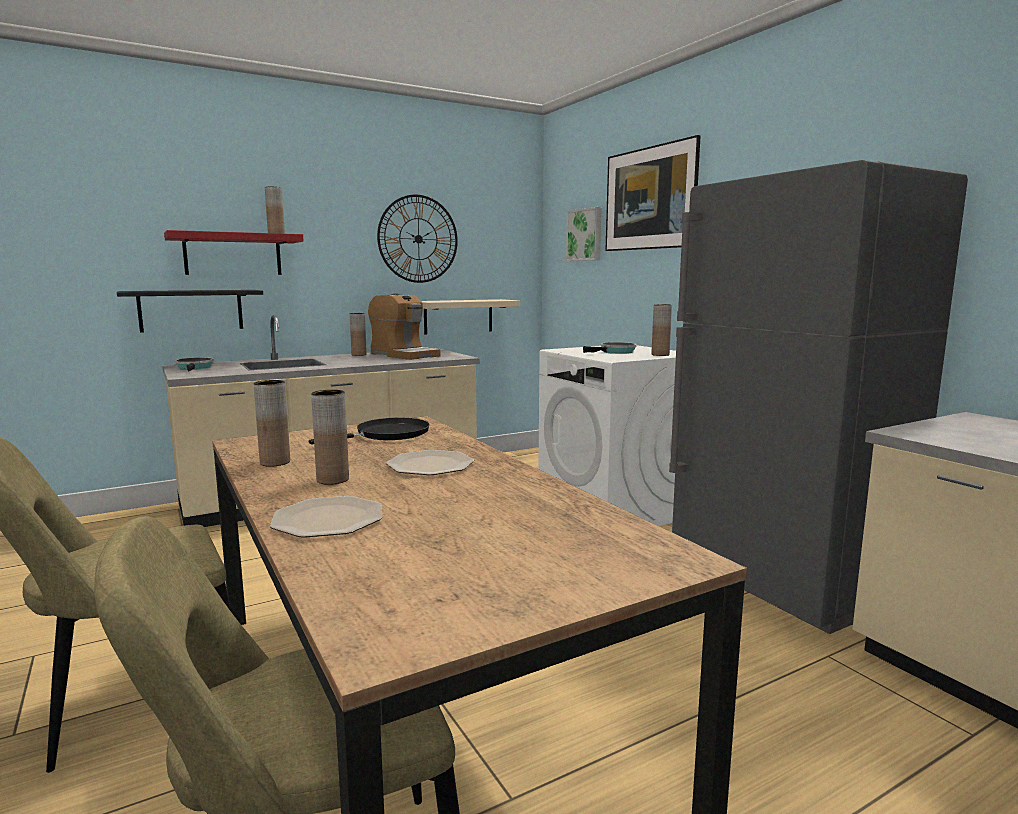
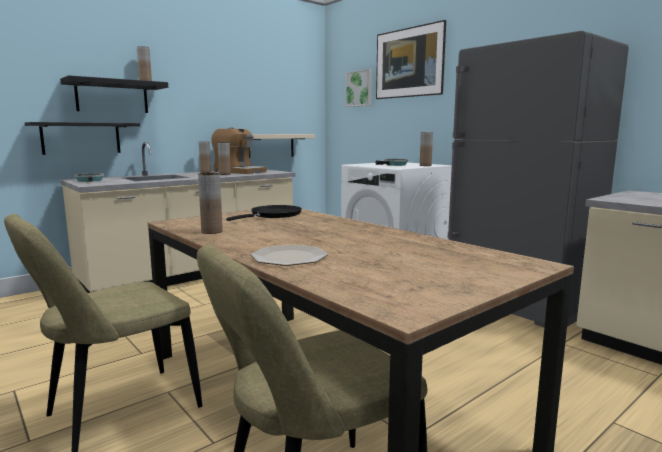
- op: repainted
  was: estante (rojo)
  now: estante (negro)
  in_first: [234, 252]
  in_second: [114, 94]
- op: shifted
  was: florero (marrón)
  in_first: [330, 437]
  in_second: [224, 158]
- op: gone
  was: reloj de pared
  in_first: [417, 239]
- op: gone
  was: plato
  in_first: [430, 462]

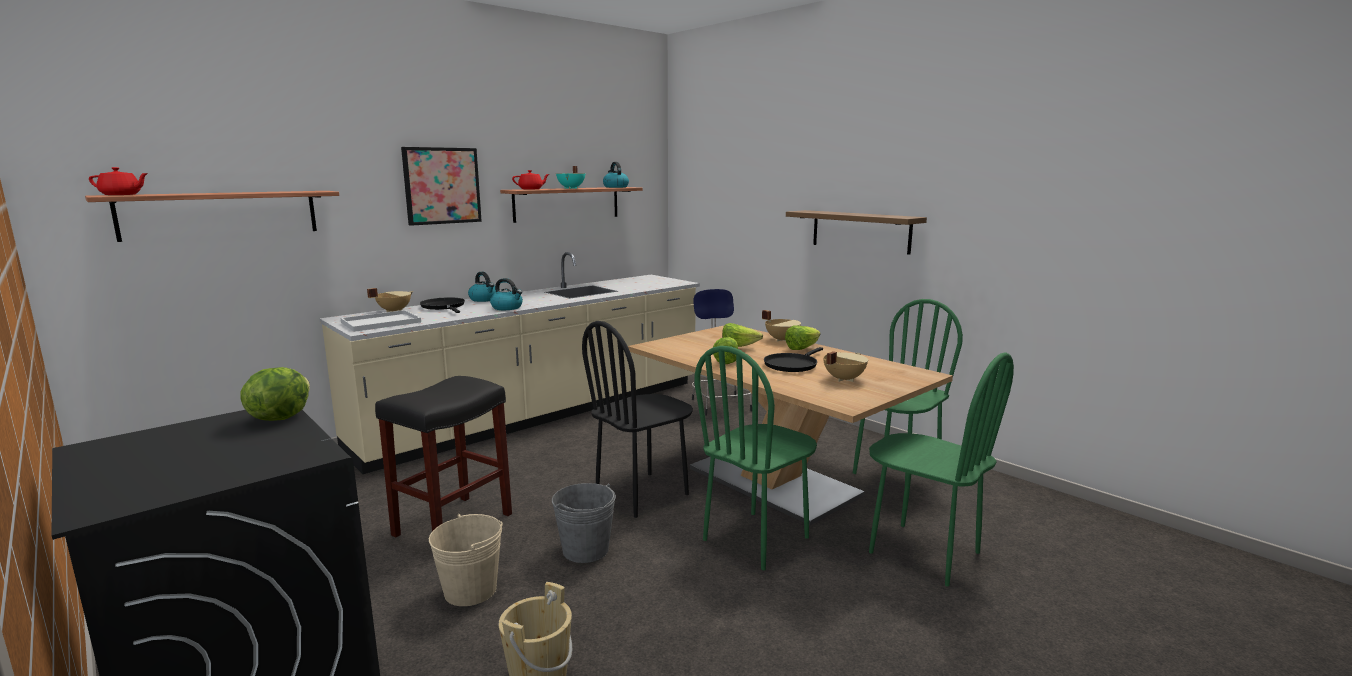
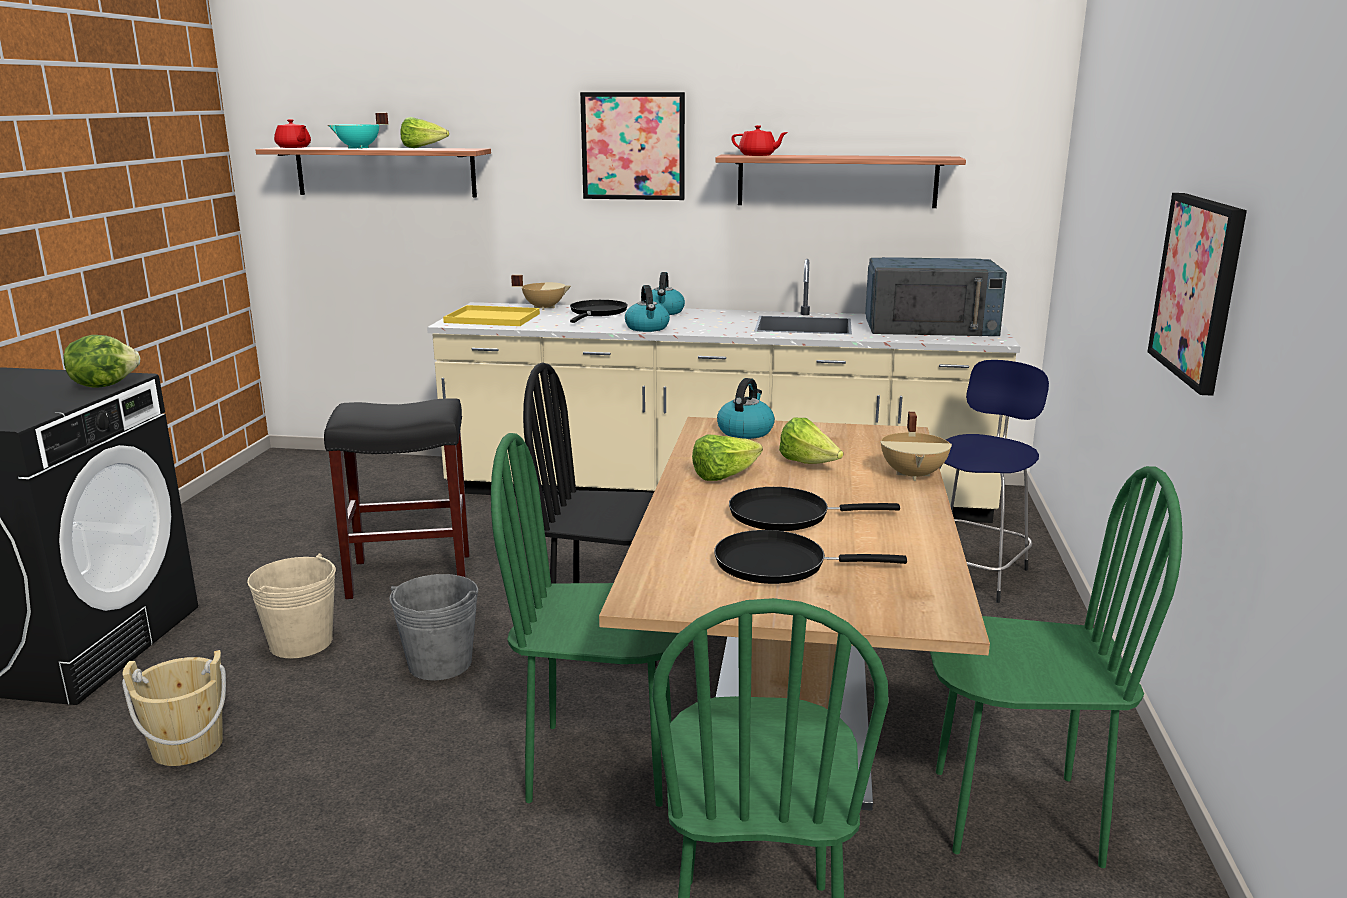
- op: repainted
  was: bandeja (blanco)
  now: bandeja (amarillo)
  in_first: [381, 321]
  in_second: [491, 315]
- op: shifted
  was: olla (turquesa)
  in_first: [570, 177]
  in_second: [358, 131]
- op: shifted
  was: hervidor
  in_first: [616, 175]
  in_second: [746, 408]
- op: shifted
  was: lechuga
  in_first: [803, 337]
  in_second: [425, 132]
- op: swapped
  was: estante
  now: cuadro
  in_first: [856, 232]
  in_second: [1197, 294]
- op: swapped
  was: olla (beis)
  now: sartén (negro)
  in_first: [845, 366]
  in_second: [810, 557]
- op: new
  now: microondas (azul)
  in_second: [936, 296]

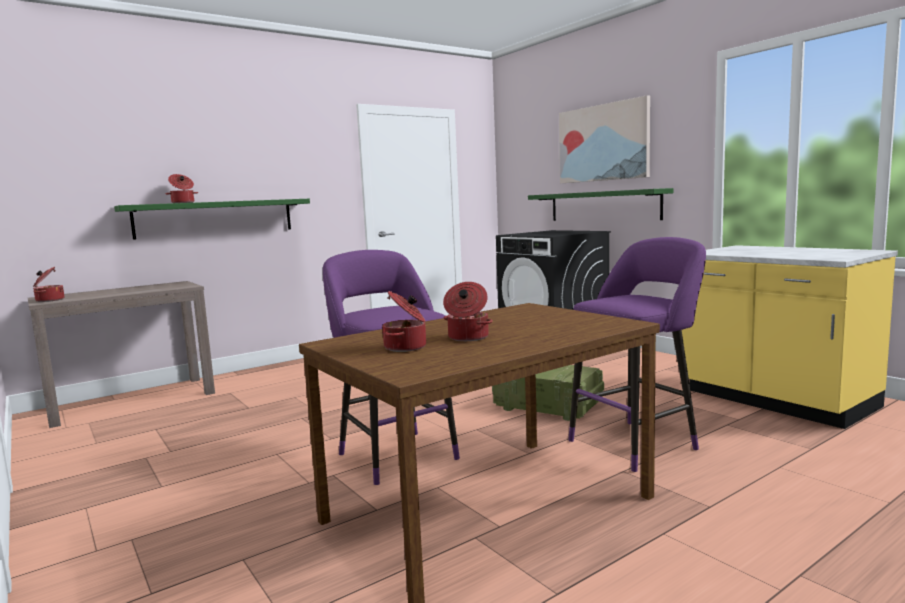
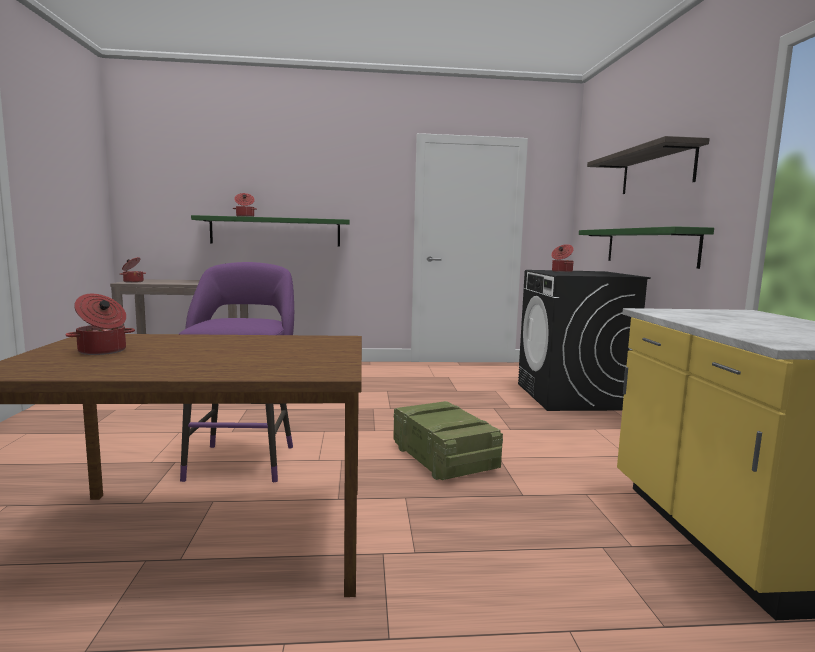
- op: shifted
  was: olla
  in_first: [468, 311]
  in_second: [562, 258]
- op: swapped
  was: cuadro
  now: estante
  in_first: [604, 139]
  in_second: [648, 165]
- op: gone
  was: taburete (morado)
  in_first: [637, 354]

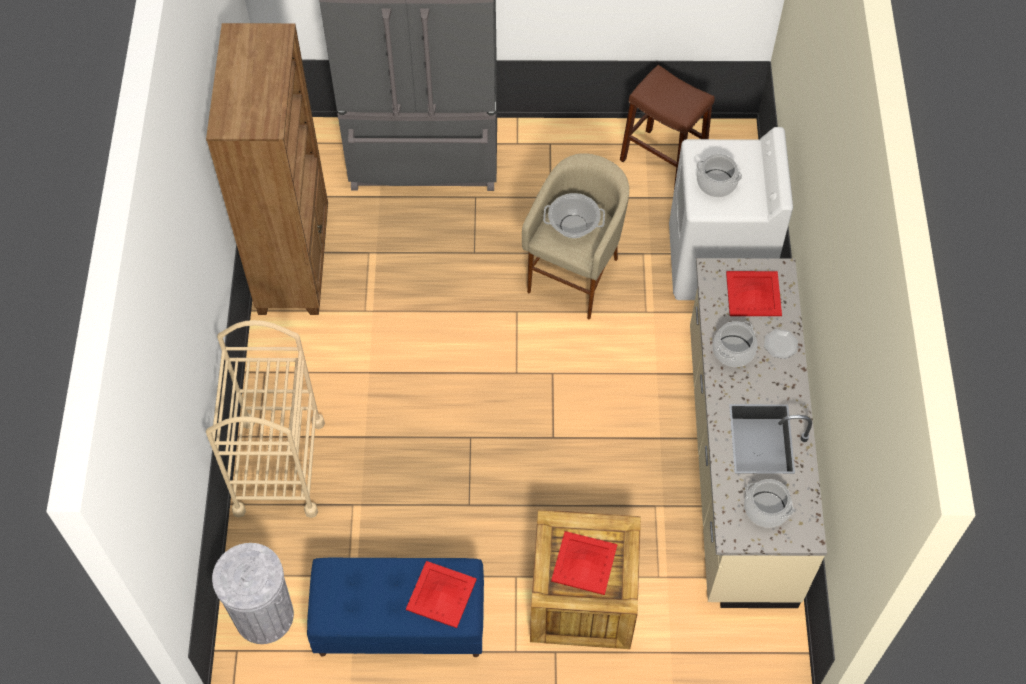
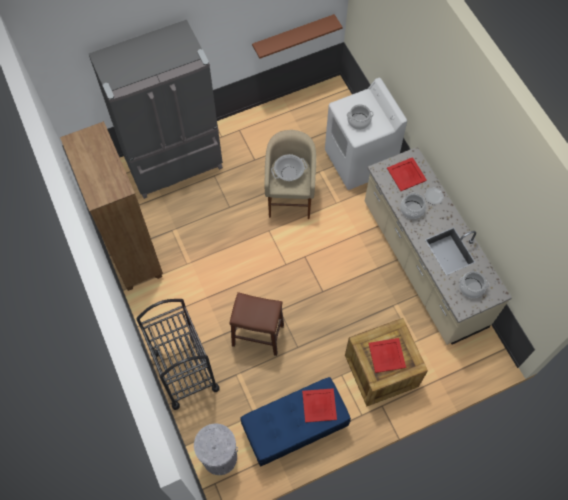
- op: repainted
  was: carrito (beis)
  now: carrito (negro)
  in_first: [265, 419]
  in_second: [178, 354]
- op: shifted
  was: taburete (marrón)
  in_first: [667, 126]
  in_second: [256, 324]
- op: new
  now: estante (marrón)
  in_second: [297, 36]

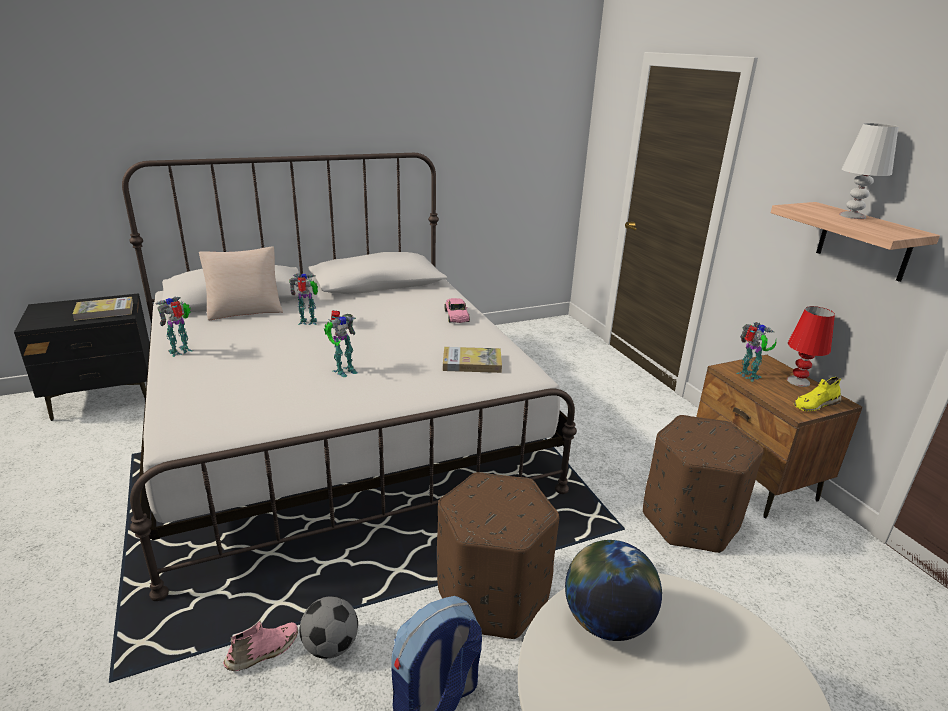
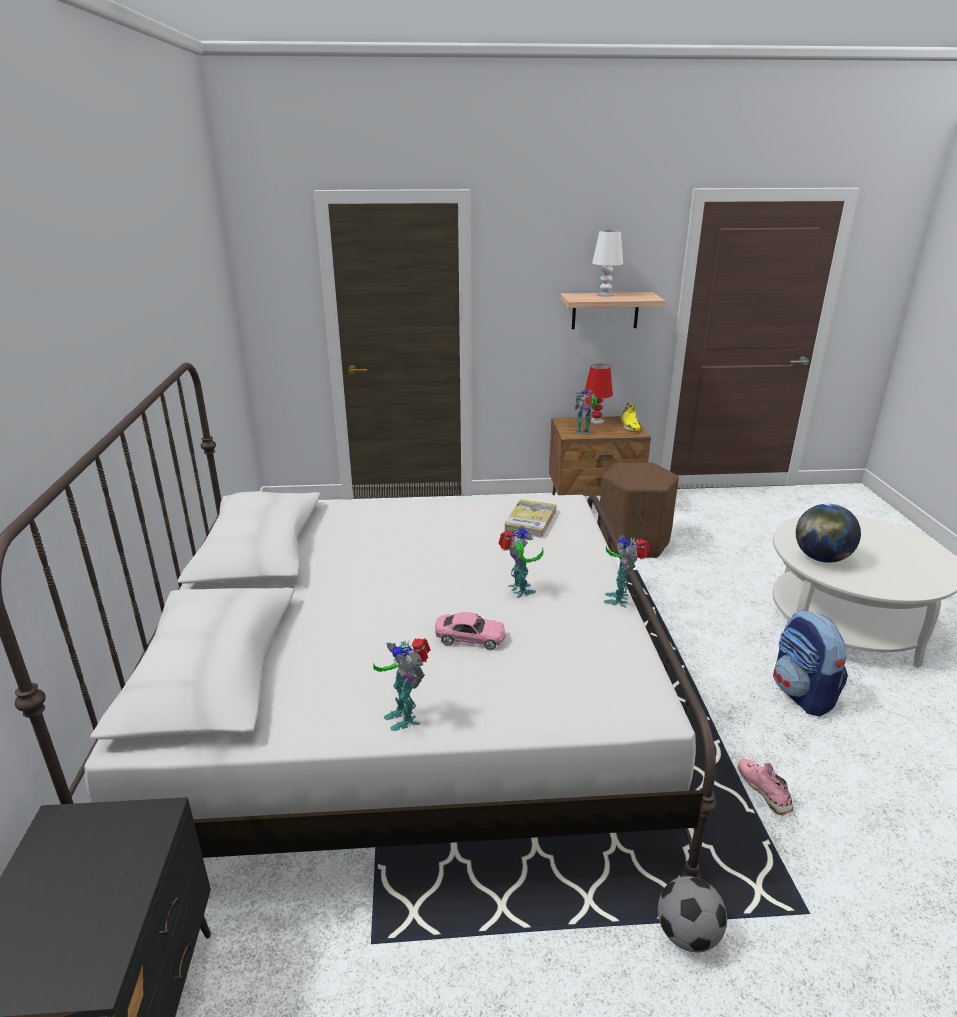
- op: gone
  was: libro
  in_first: [102, 309]
- op: gone
  was: cojín (beis)
  in_first: [241, 283]
- op: shifted
  was: robot de juguete
  in_first: [303, 299]
  in_second: [627, 571]
- op: shifted
  was: balón de fútbol
  in_first: [328, 627]
  in_second: [692, 914]
- op: gone
  was: puf (marrón)
  in_first: [498, 555]
- op: shifted
  was: coche de juguete (rosa)
  in_first: [457, 310]
  in_second: [470, 631]

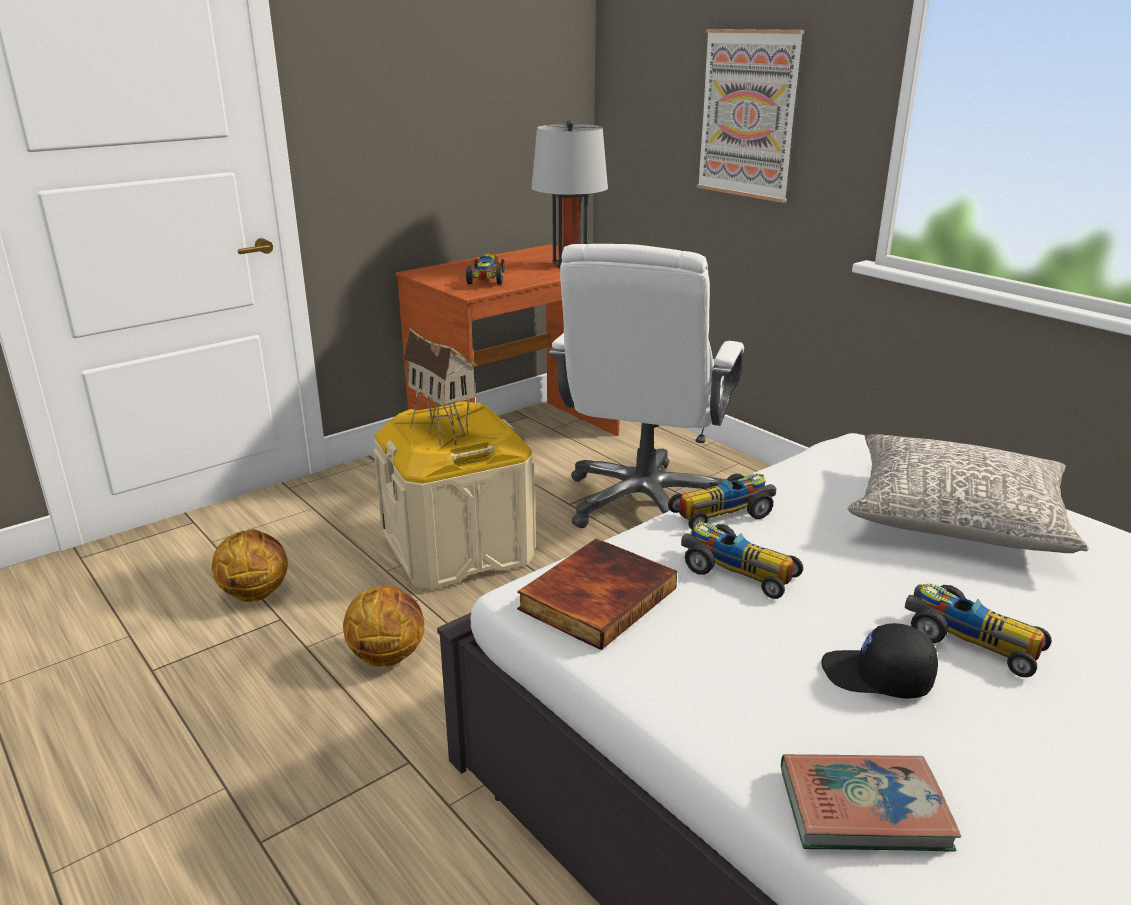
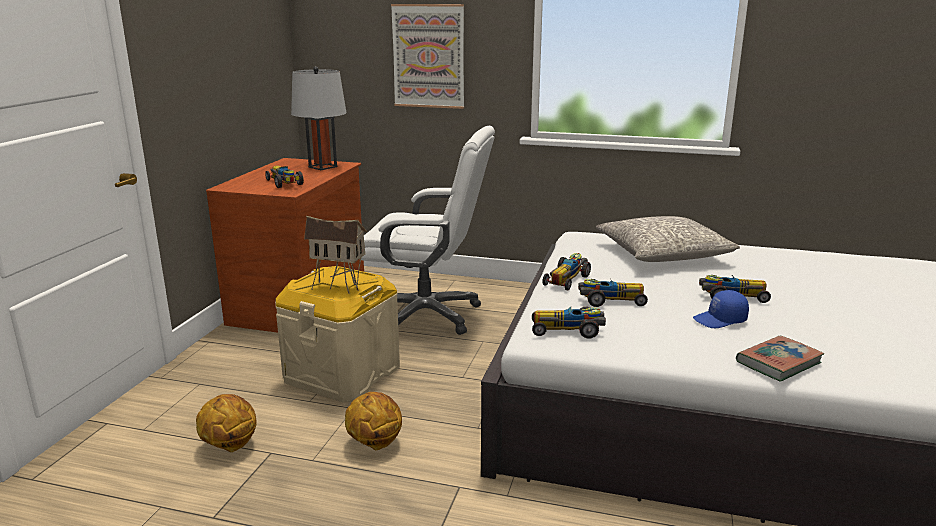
- op: swapped
  was: libro
  now: coche de juguete
  in_first: [597, 594]
  in_second: [569, 323]
- op: rotated
  was: silla de oficina (blanco)
  in_first: [646, 386]
  in_second: [428, 230]
  clockwise: -60
- op: repainted
  was: gorra (negro)
  now: gorra (azul)
  in_first: [879, 661]
  in_second: [721, 309]

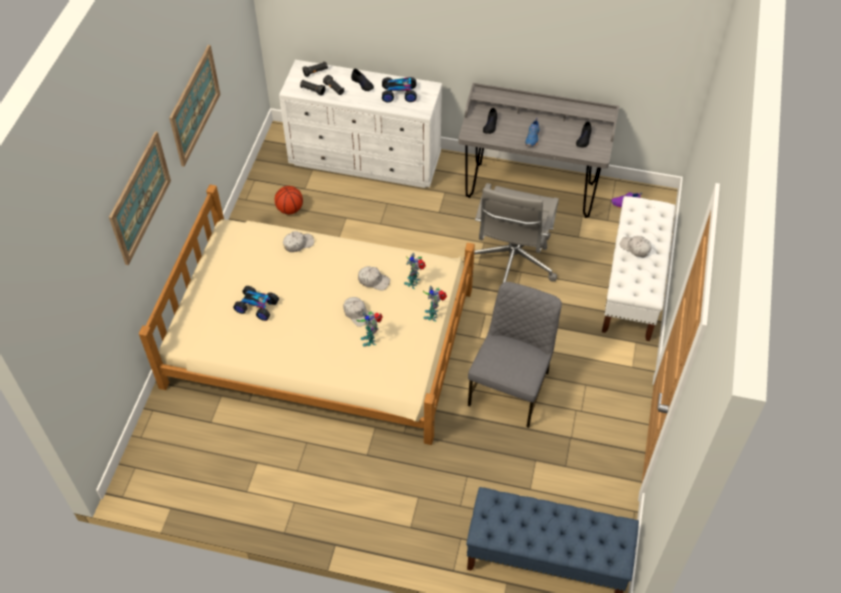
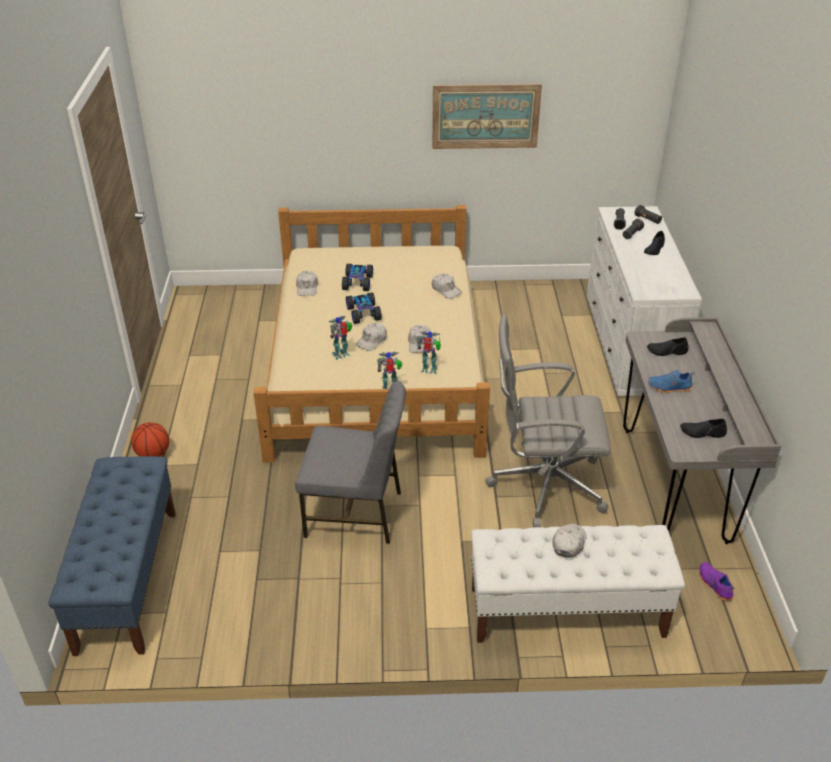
- op: gone
  was: cuadro
  in_first: [140, 198]
- op: shifted
  was: balón de baloncesto
  in_first: [289, 200]
  in_second: [150, 439]
- op: shifted
  was: coche de juguete
  in_first: [399, 90]
  in_second: [364, 308]
- op: new
  now: gorra (blanco)
  in_second: [307, 283]

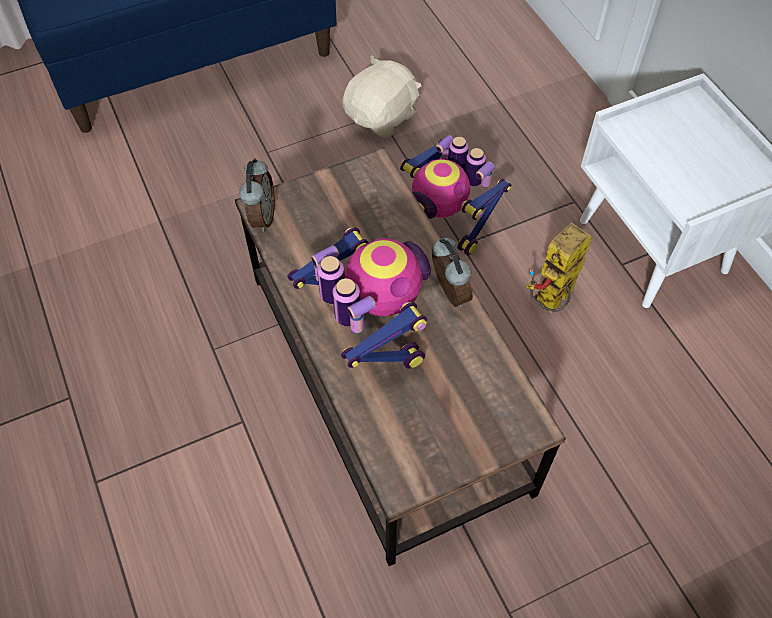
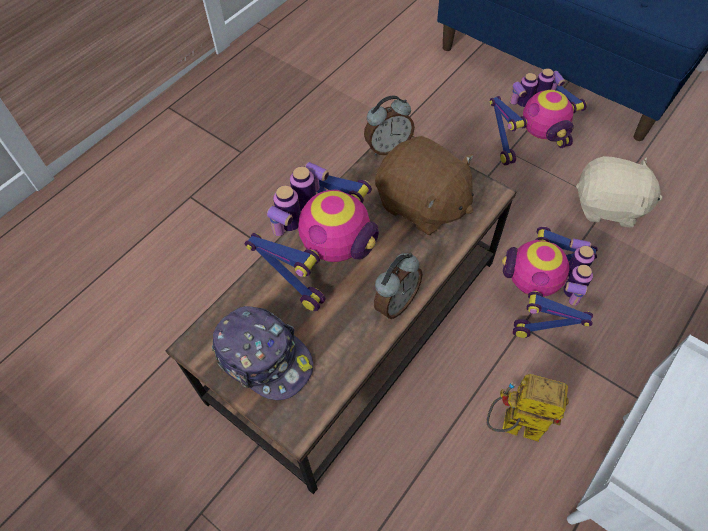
- op: new
  now: gorra
  in_second: [262, 353]
- op: new
  now: peluche (marrón)
  in_second: [424, 185]
- op: new
  now: robot de juguete
  in_second: [538, 117]

